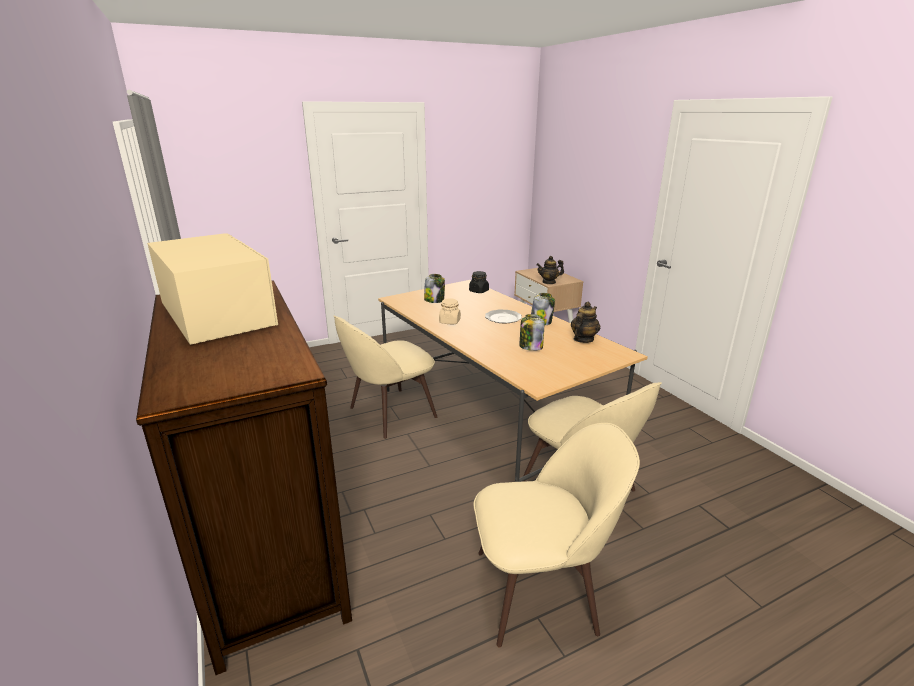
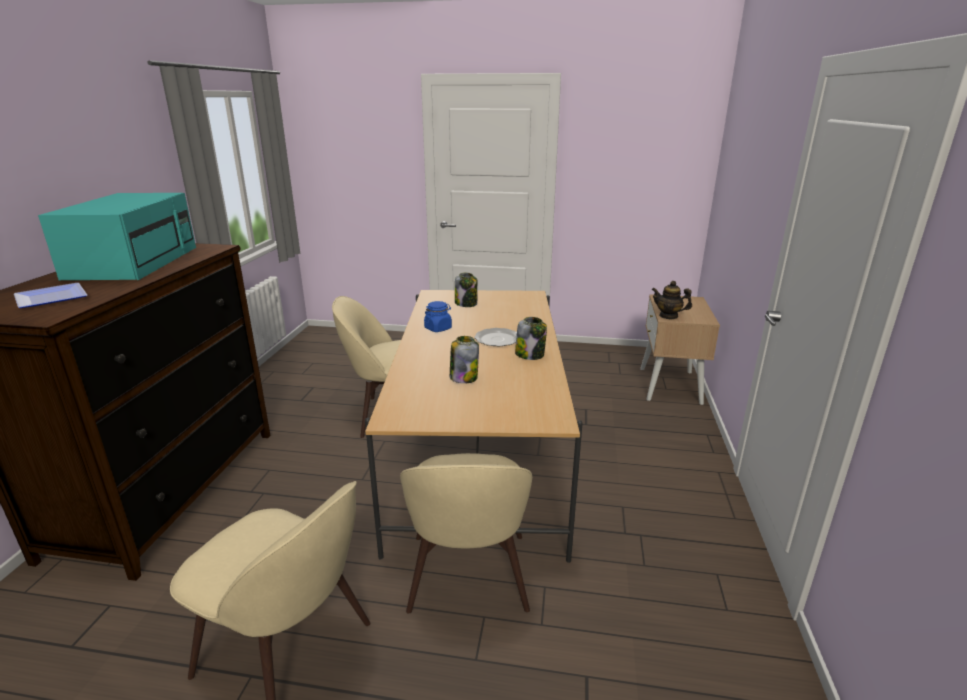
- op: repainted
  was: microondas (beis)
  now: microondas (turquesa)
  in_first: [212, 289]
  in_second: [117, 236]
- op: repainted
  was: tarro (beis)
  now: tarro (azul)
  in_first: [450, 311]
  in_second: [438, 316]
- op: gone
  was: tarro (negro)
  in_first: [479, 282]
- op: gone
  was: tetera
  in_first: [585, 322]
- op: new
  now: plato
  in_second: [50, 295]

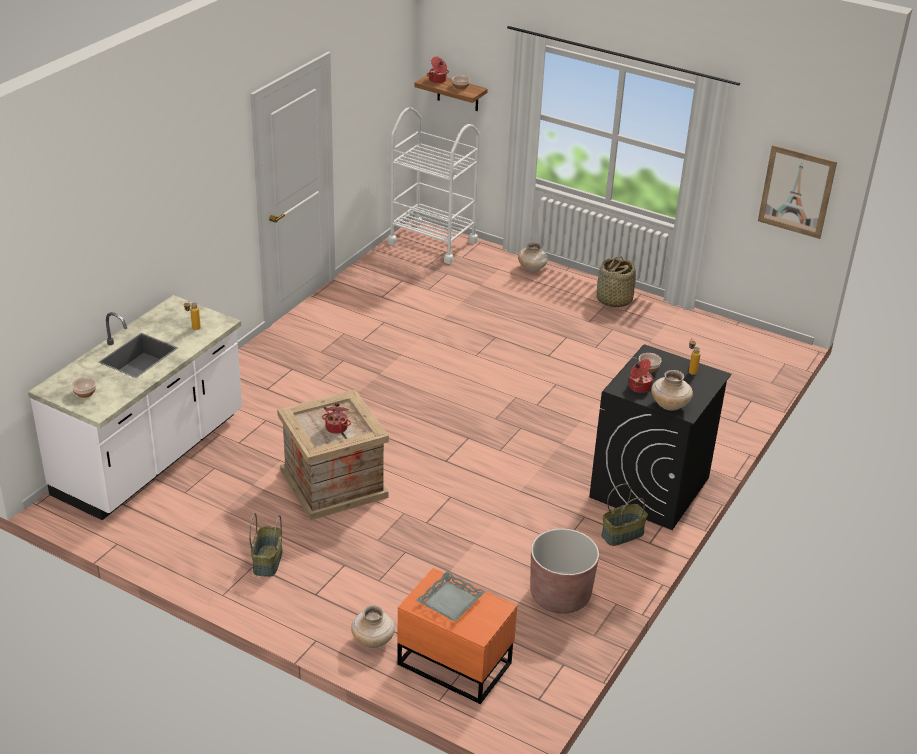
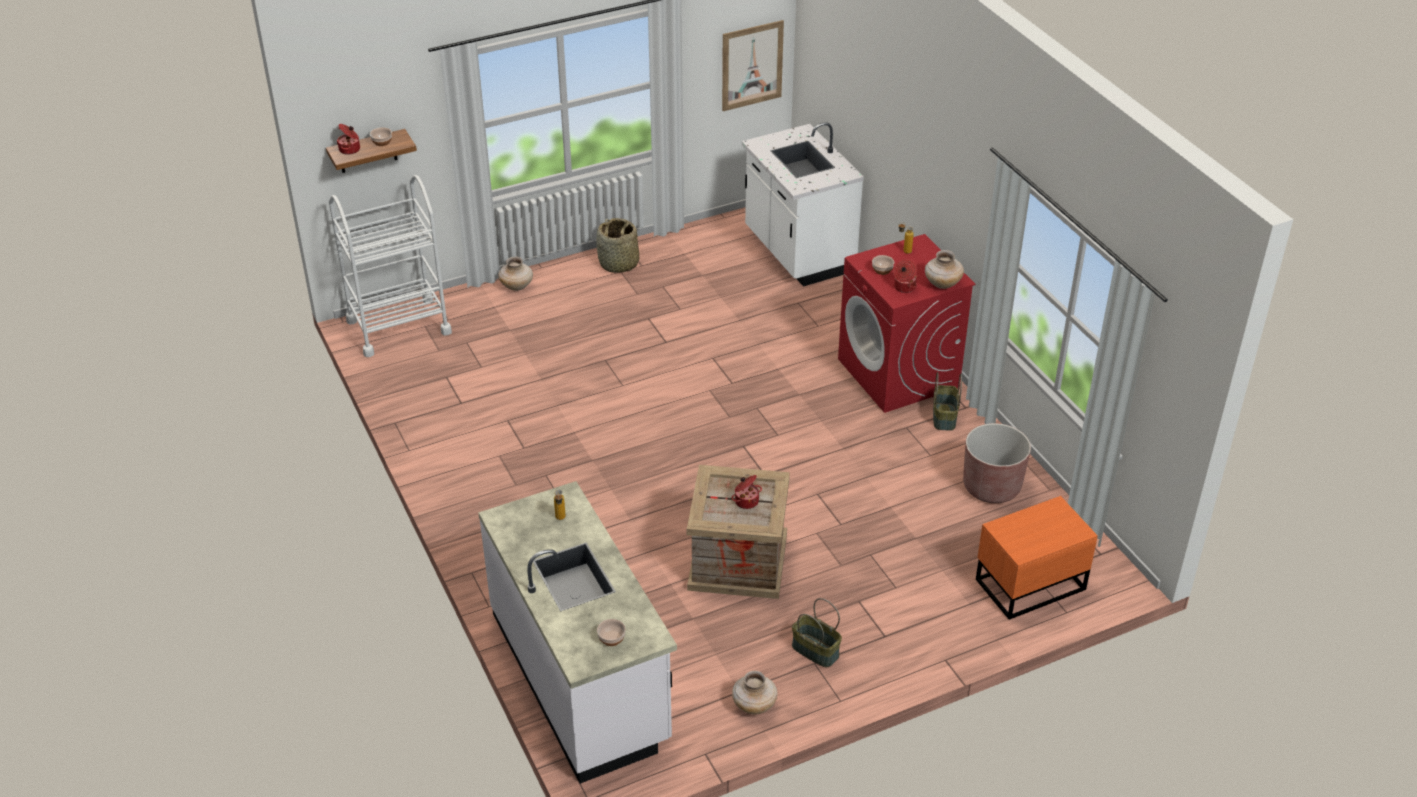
- op: shifted
  was: florero (beis)
  in_first: [373, 626]
  in_second: [755, 693]
- op: gone
  was: bandeja (gris)
  in_first: [451, 596]
- op: repainted
  was: lavadora (negro)
  now: lavadora (rojo)
  in_first: [660, 437]
  in_second: [906, 323]
- op: new
  now: mueble bajo de cocina (blanco)
  in_second: [803, 204]

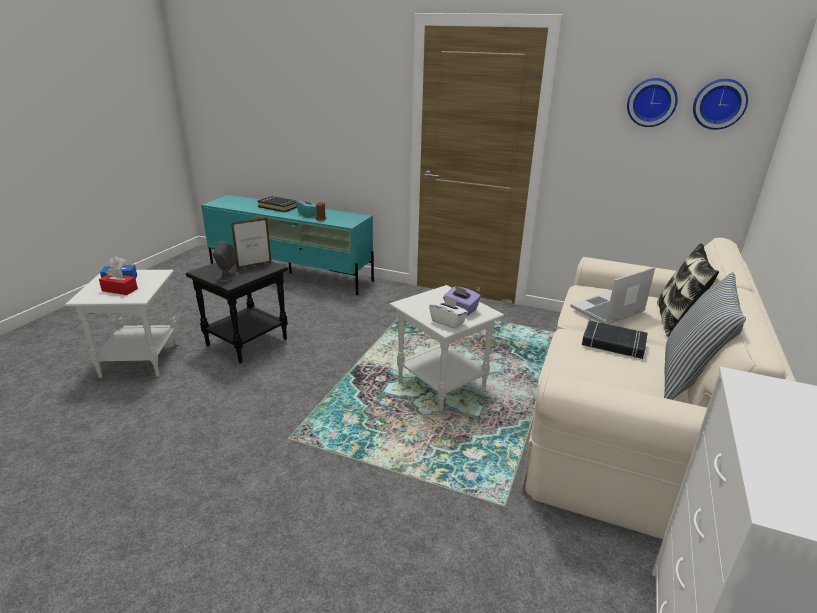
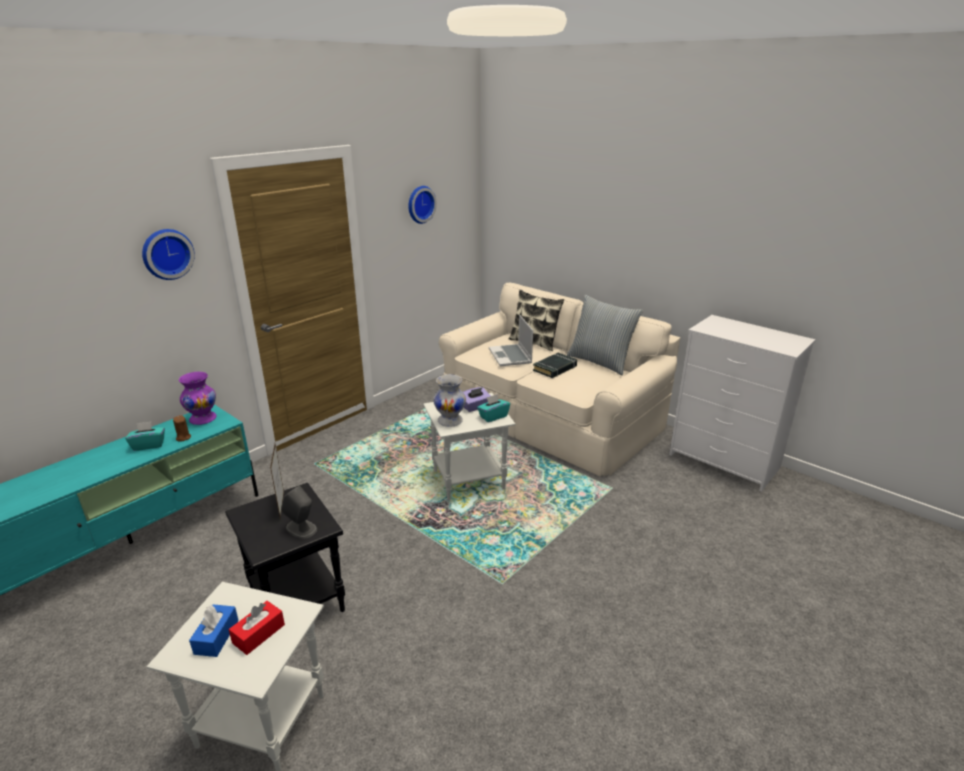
- op: gone
  was: libro (negro)
  in_first: [277, 204]
- op: repainted
  was: caja de pañuelos (blanco)
  now: caja de pañuelos (turquesa)
  in_first: [448, 312]
  in_second: [493, 408]
- op: shifted
  was: reloj de pared
  in_first: [720, 104]
  in_second: [168, 254]
- op: new
  now: florero (morado)
  in_second: [198, 398]
- op: new
  now: florero (blanco)
  in_second: [449, 400]

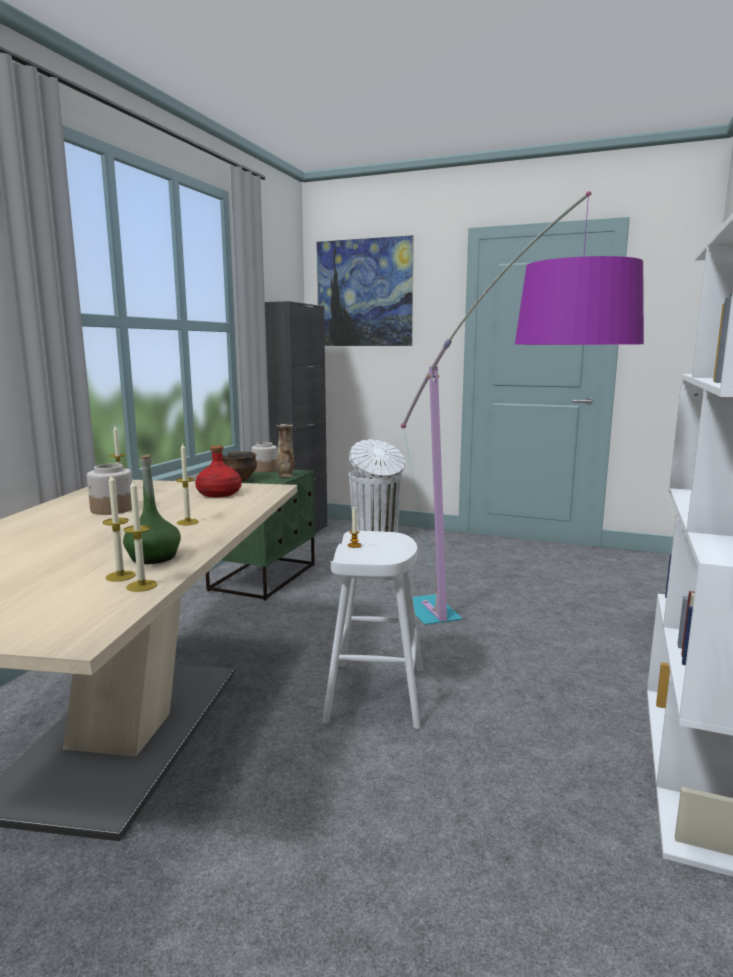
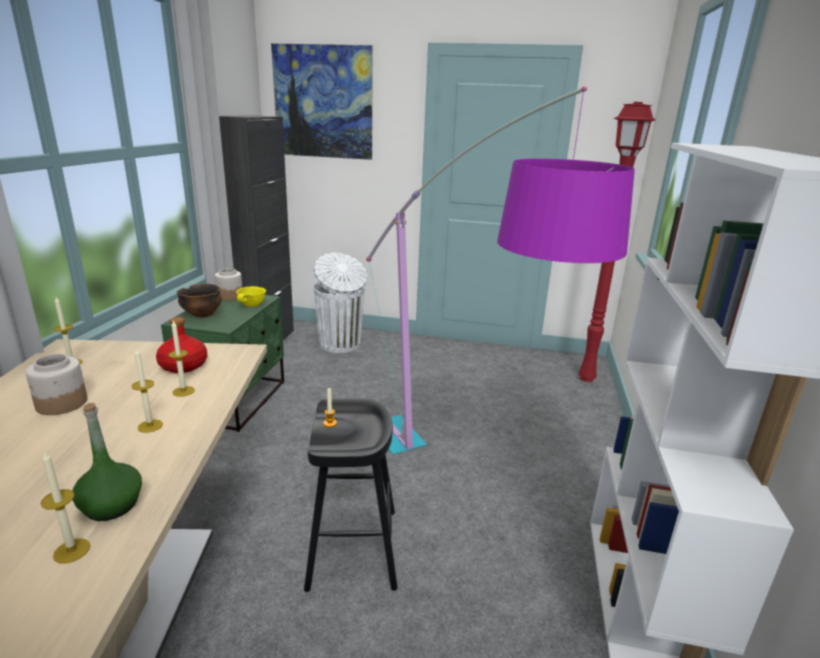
- op: shifted
  was: vela
  in_first: [140, 536]
  in_second: [181, 359]
- op: swapped
  was: florero
  now: cuenco (amarillo)
  in_first: [285, 450]
  in_second: [251, 296]
- op: repainted
  was: taburete (blanco)
  now: taburete (negro)
  in_first: [372, 630]
  in_second: [351, 495]
- op: new
  now: lámpara de pie (rojo)
  in_second: [617, 242]

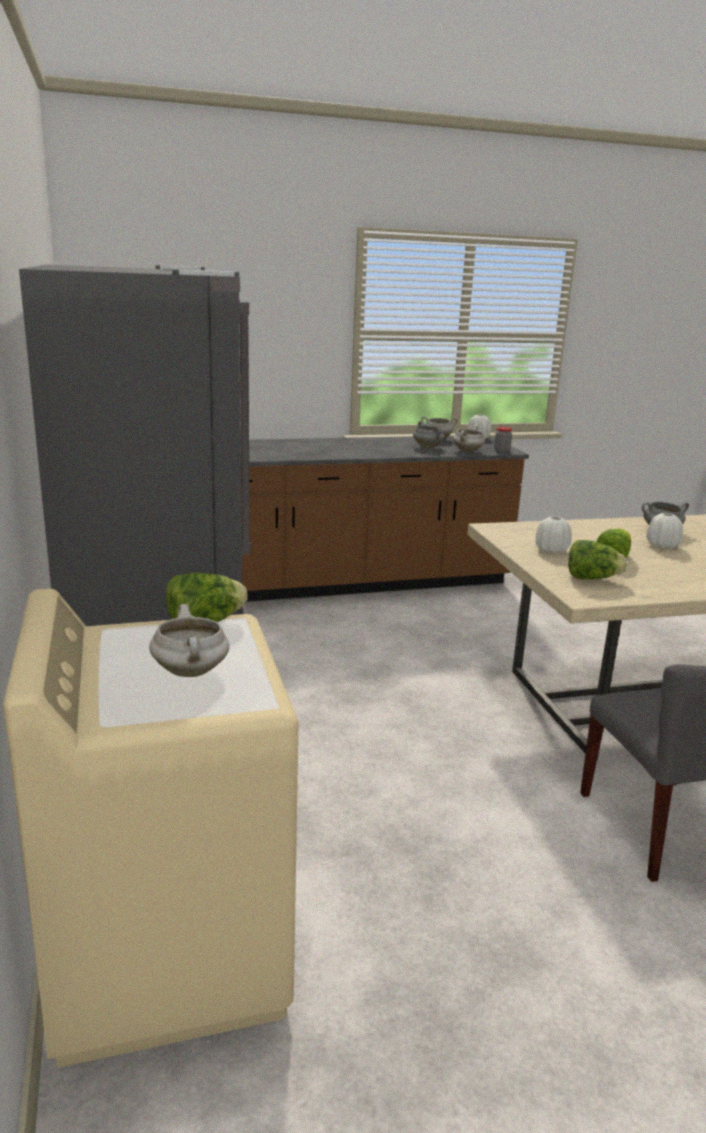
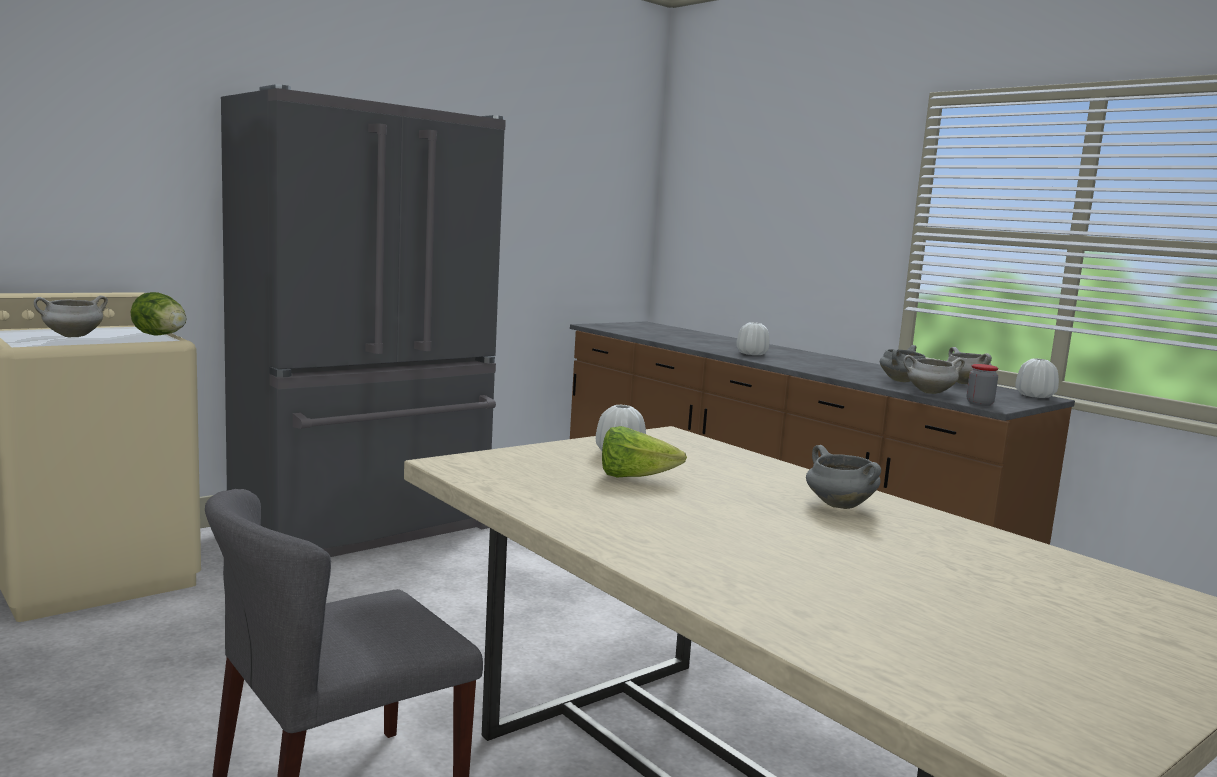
- op: gone
  was: lechuga
  in_first: [597, 560]
- op: shifted
  was: florero (blanco)
  in_first: [664, 531]
  in_second: [752, 338]

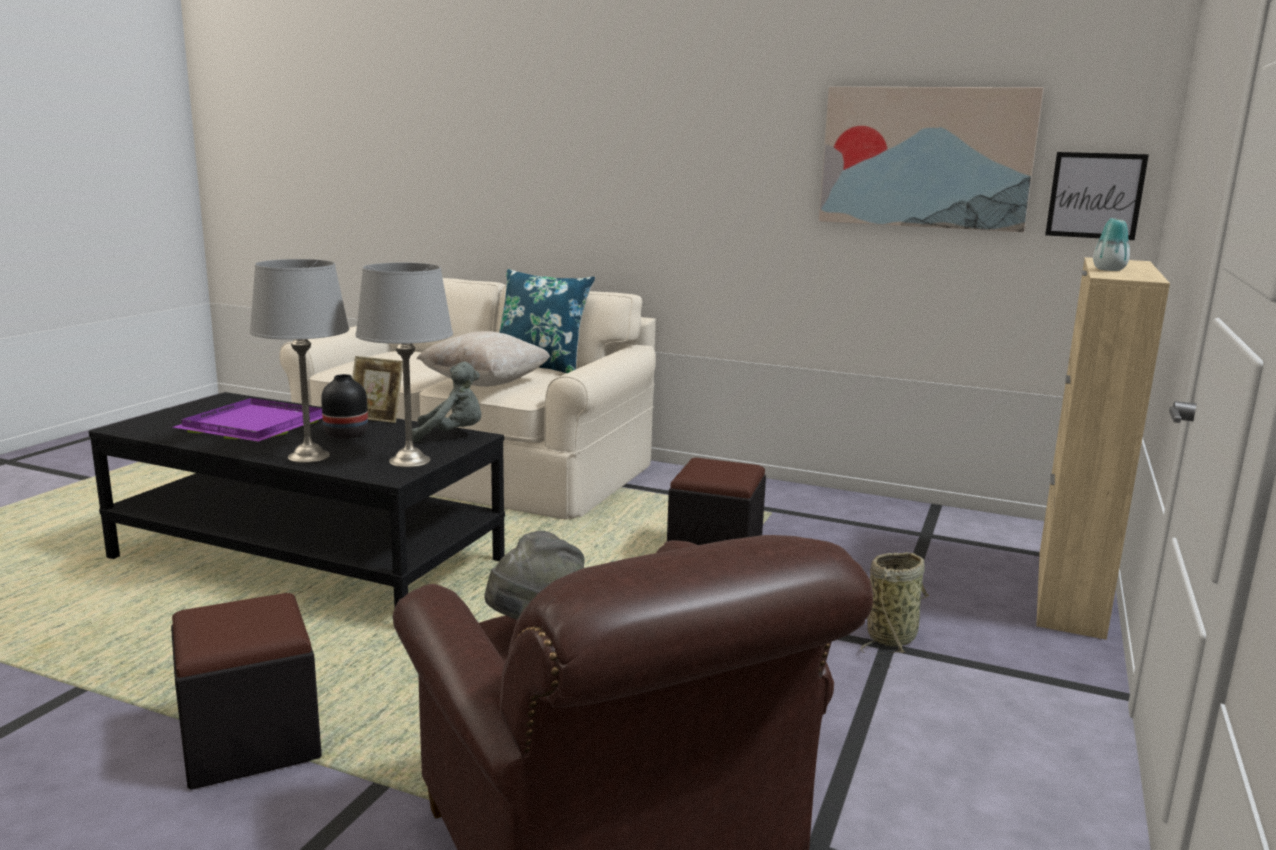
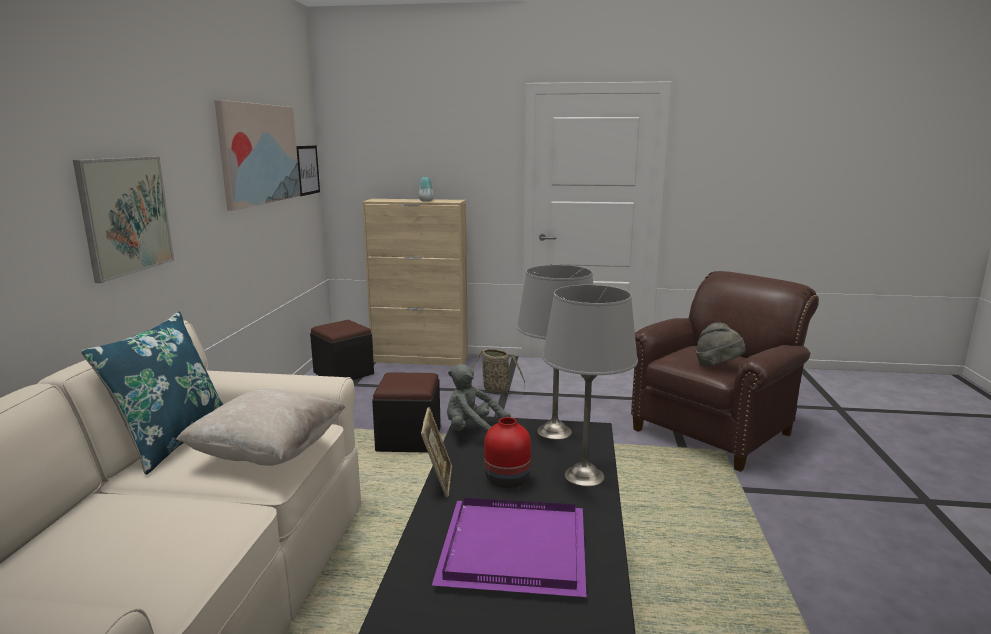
- op: shifted
  was: puf (negro)
  in_first: [246, 691]
  in_second: [342, 350]
- op: repainted
  was: florero (negro)
  now: florero (rojo)
  in_first: [344, 406]
  in_second: [507, 452]
- op: rotated
  was: peluche (gris)
  in_first: [446, 402]
  in_second: [479, 398]
  clockwise: -60
- op: new
  now: cuadro
  in_second: [123, 219]

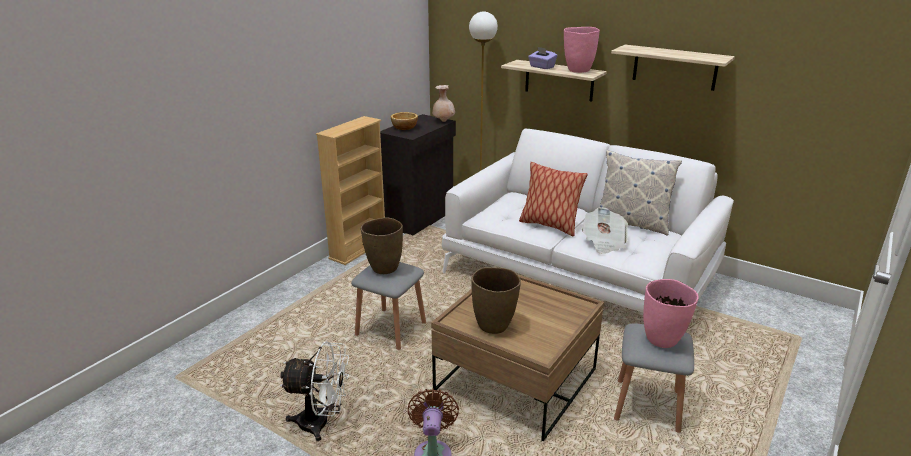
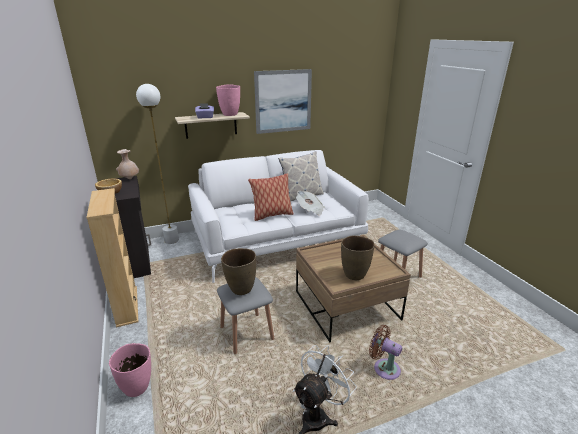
- op: swapped
  was: estante
  now: cuadro
  in_first: [673, 68]
  in_second: [283, 101]
- op: shifted
  was: florero (rosa)
  in_first: [671, 313]
  in_second: [130, 370]

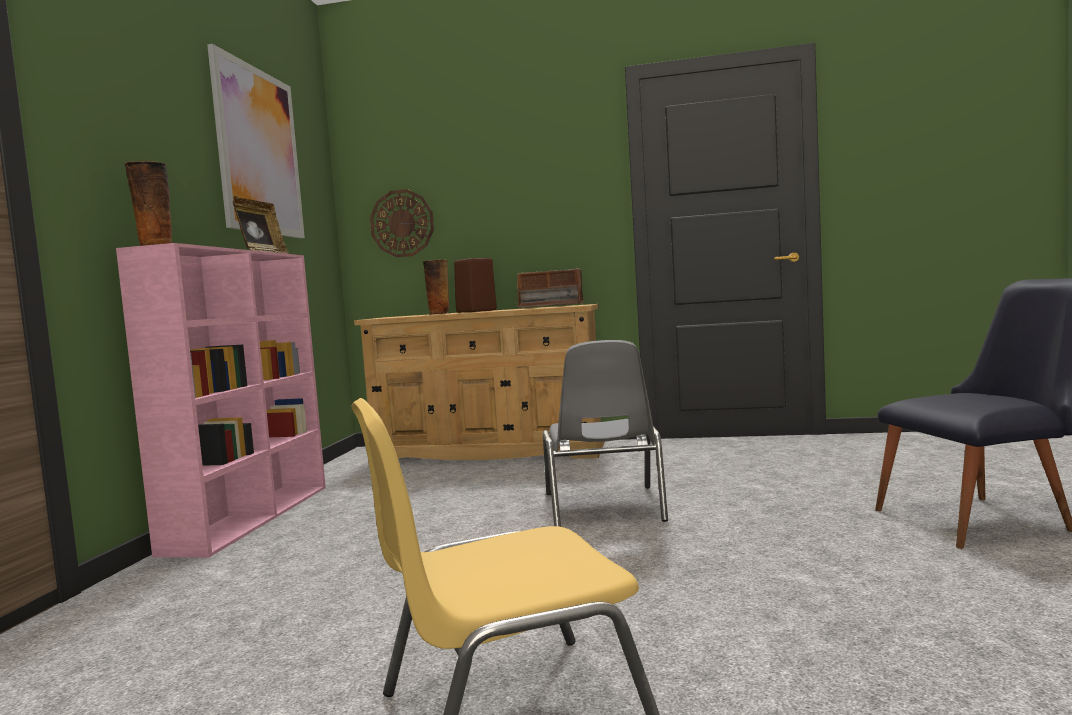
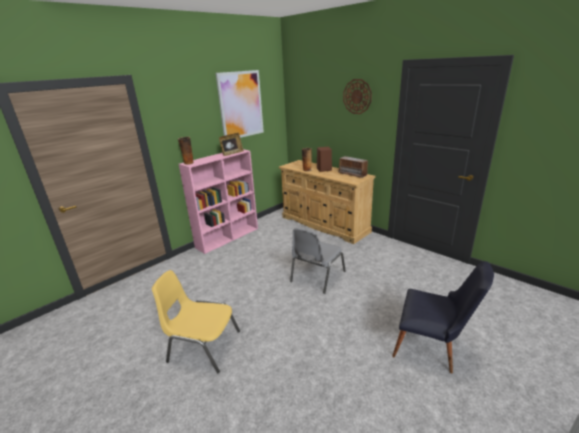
- op: shifted
  was: reloj de pared
  in_first: [402, 223]
  in_second: [357, 96]

